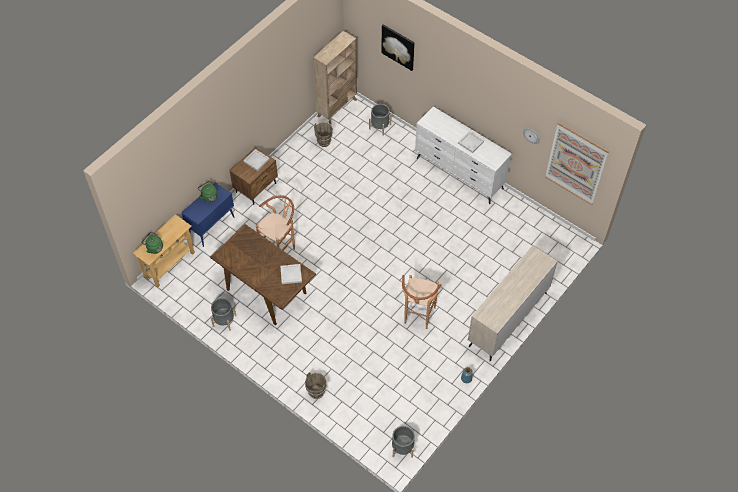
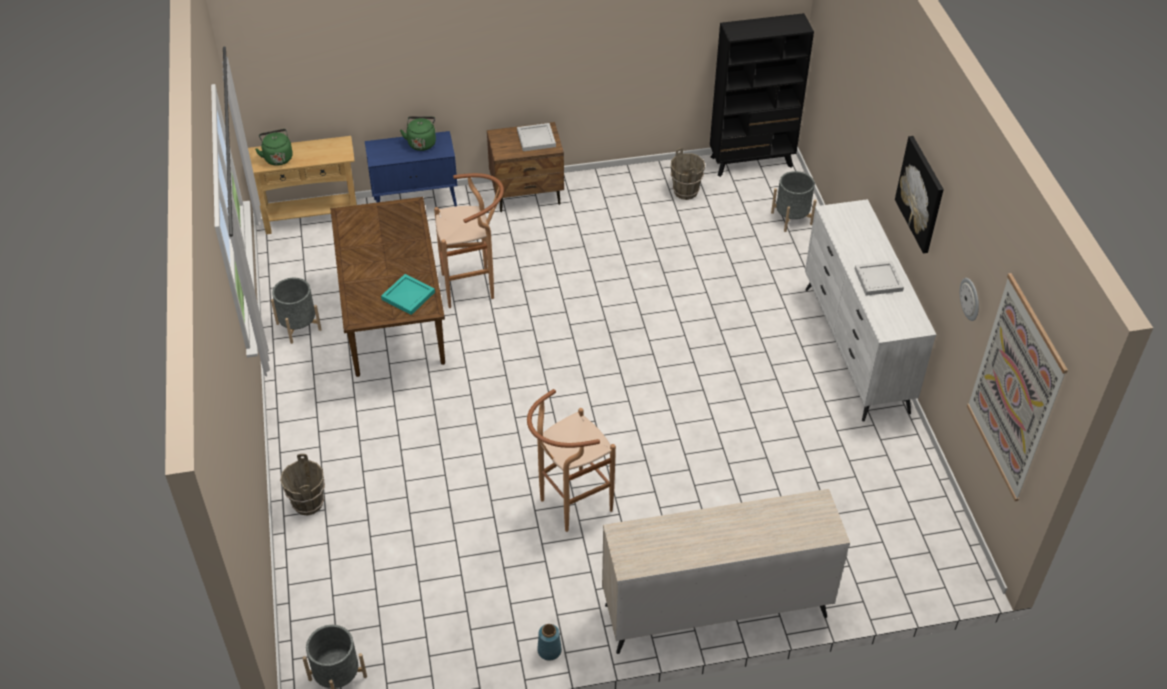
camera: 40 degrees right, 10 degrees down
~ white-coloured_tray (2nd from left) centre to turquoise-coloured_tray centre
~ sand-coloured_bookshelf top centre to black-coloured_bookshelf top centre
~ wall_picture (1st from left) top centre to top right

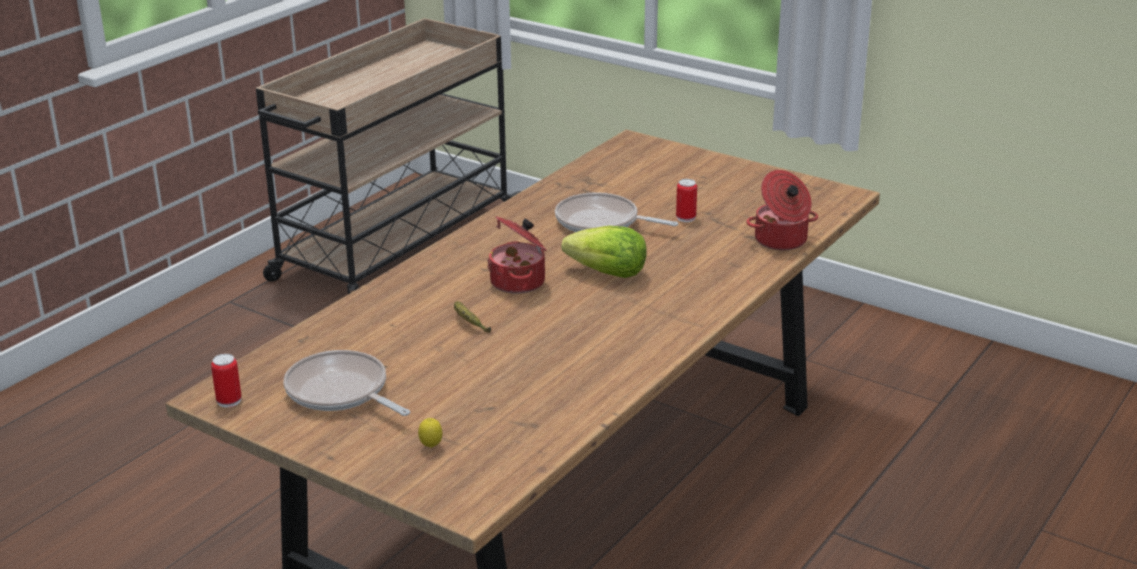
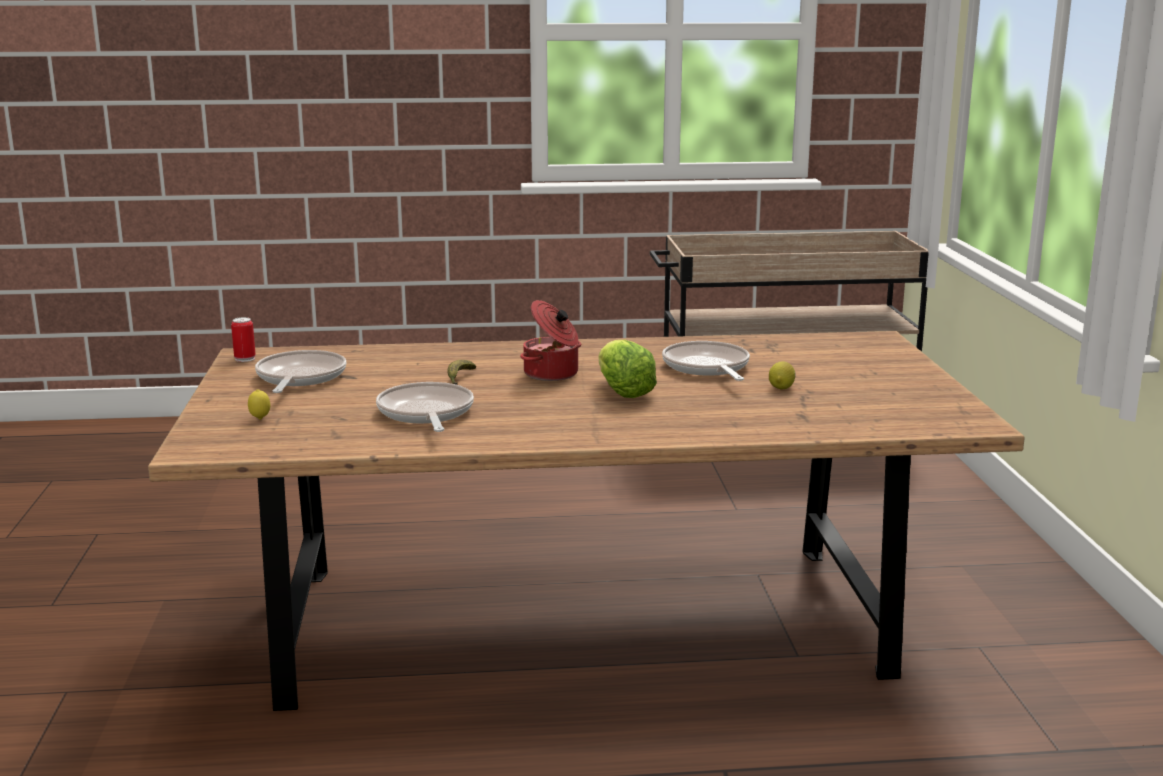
camera: 50 degrees right, 10 degrees down
~ can (2nd from left) centre to lemon (2nd from left) middle right
- cooking_pot (2nd from left) middle right
+ pan (2nd from left) centre

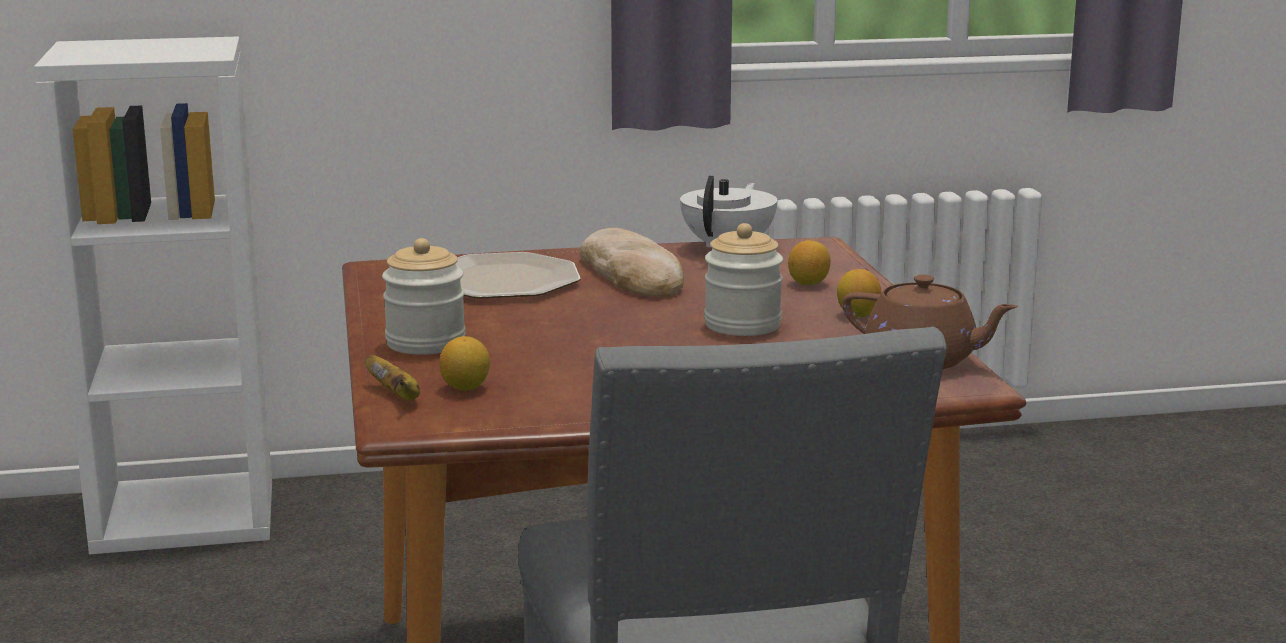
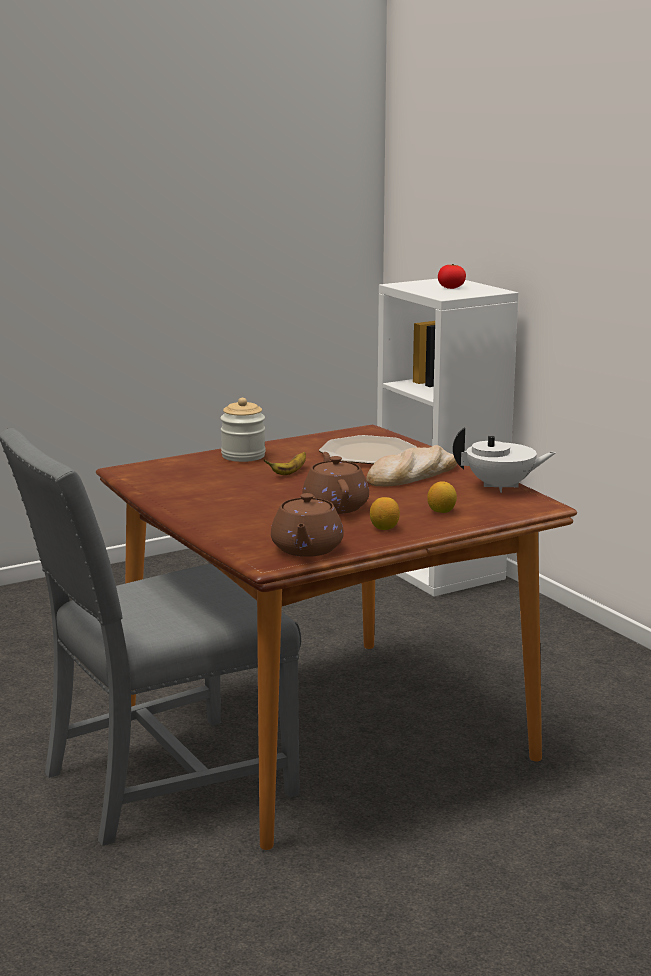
camera: 70 degrees right, 0 degrees up
~ whole_banana middle left to centre
- lemon (1st from left) centre
~ storage_jar (2nd from left) centre to brown-coloured_pot_for_tea (2nd from left) centre
+ tomato top right

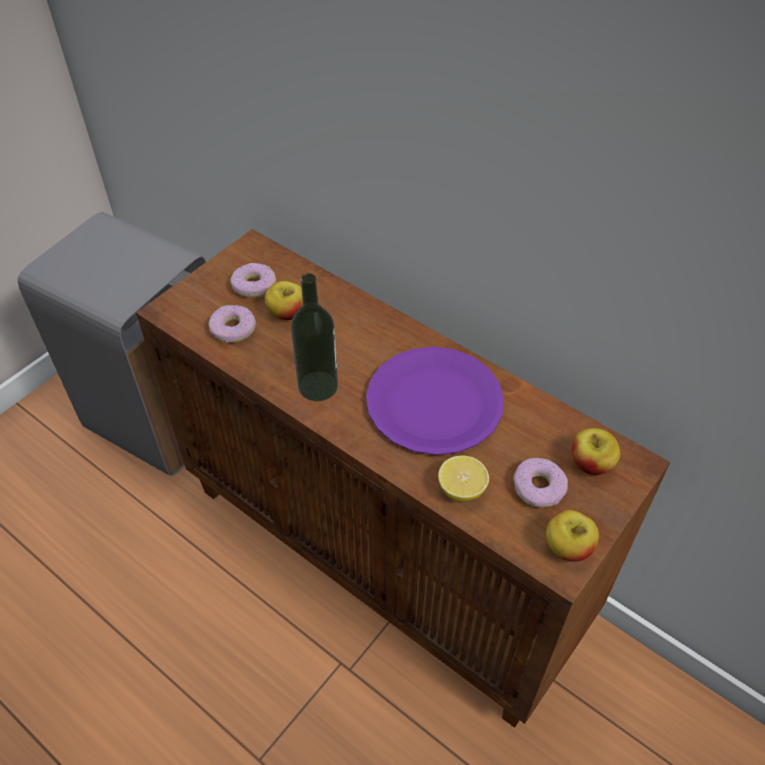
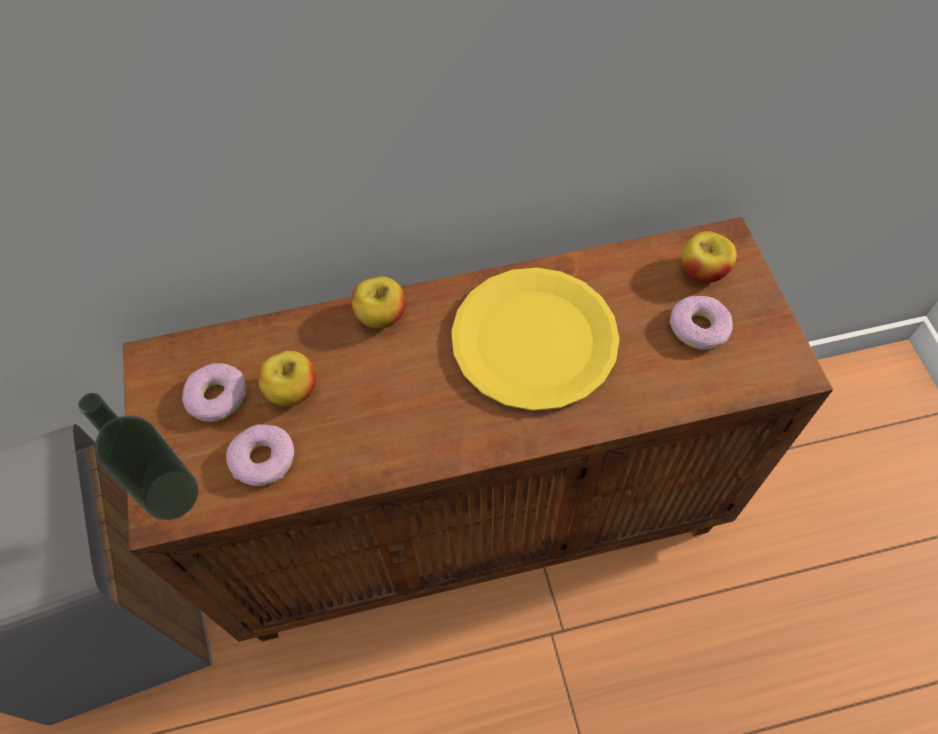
camera: 50 degrees left, 10 degrees up
~ beverage_bottle centre to middle left
~ purple_plate centre to yellow-coloured_plate centre
- lemon centre
~ whole_apple (2nd from left) bottom right to centre

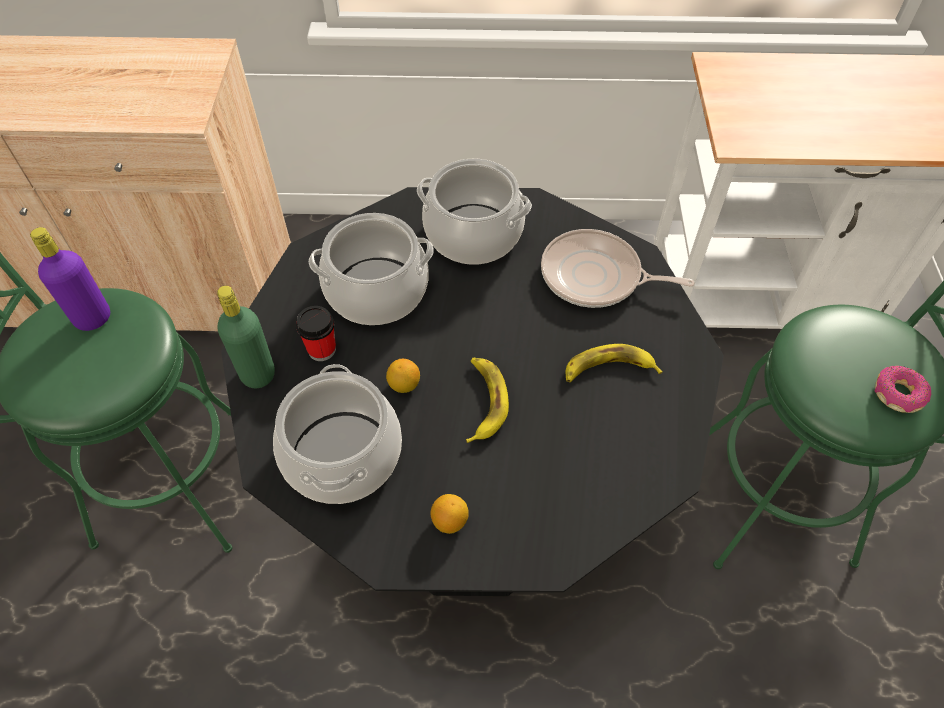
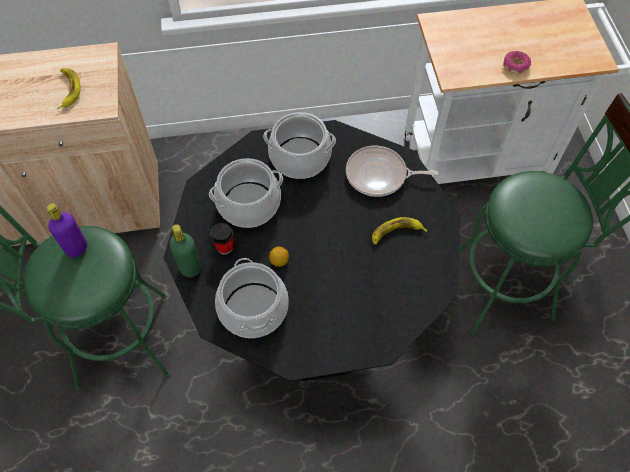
camera: 10 degrees left, 5 degrees up
- lemon (2nd from left) bottom centre
~ whole_banana (1st from left) centre to top left
~ donut middle right to top right

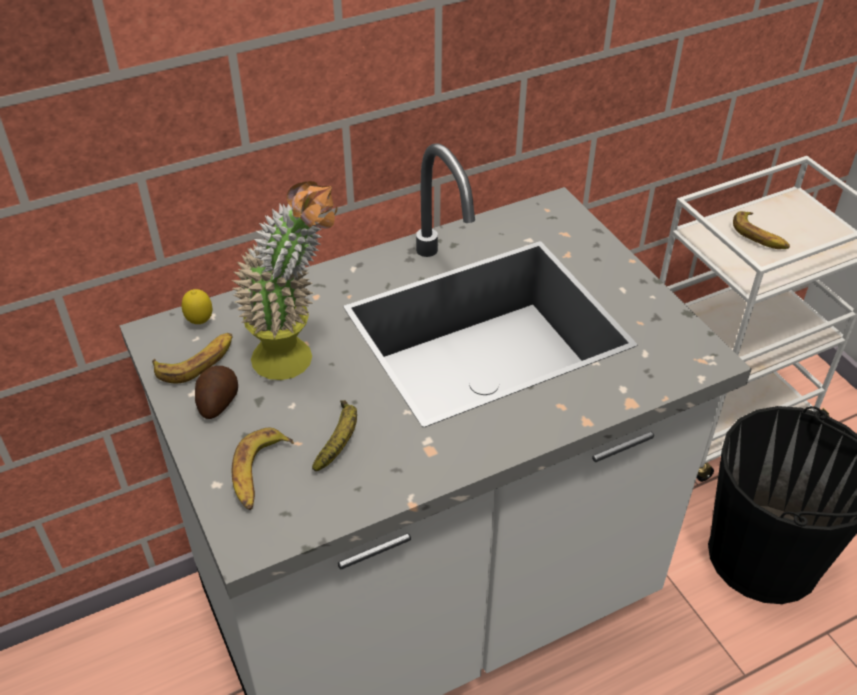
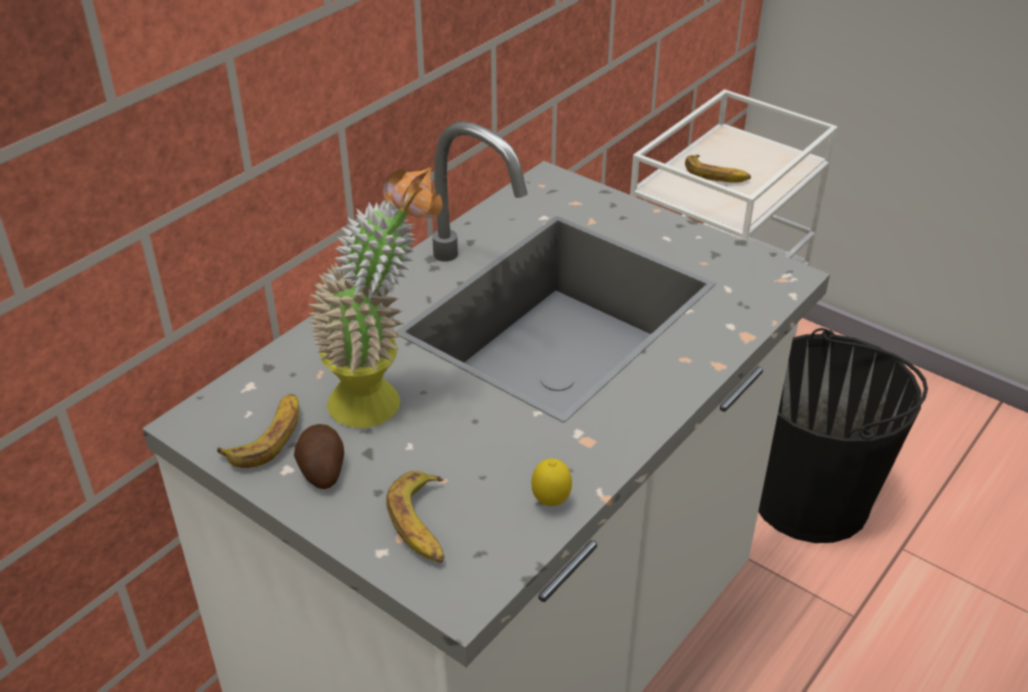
camera: 25 degrees left, 5 degrees down
~ lemon middle left to bottom centre
- whole_banana (3rd from left) centre

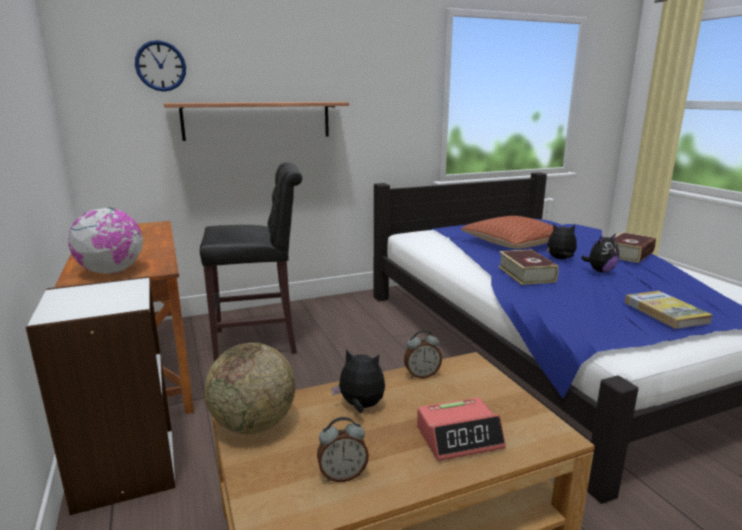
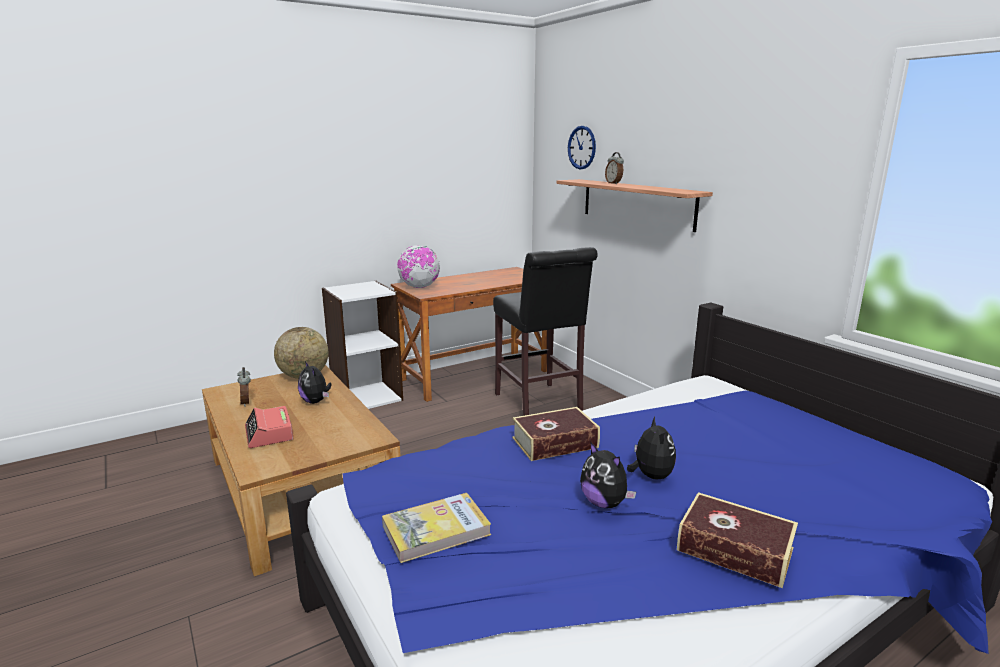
camera: 80 degrees right, 0 degrees up
~ soft_toy (1st from left) bottom centre = middle left 135 degrees clockwise
~ alarm_clock (2nd from left in the first image) bottom centre to alarm_clock (3rd from left) top centre
- cushion middle right

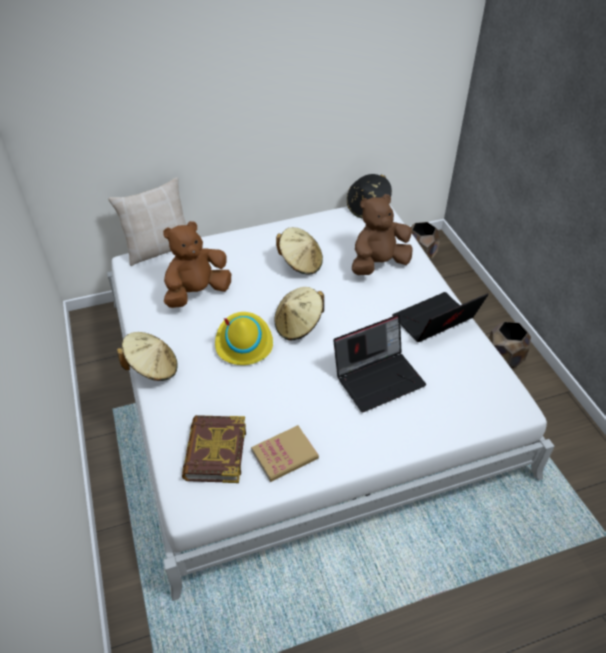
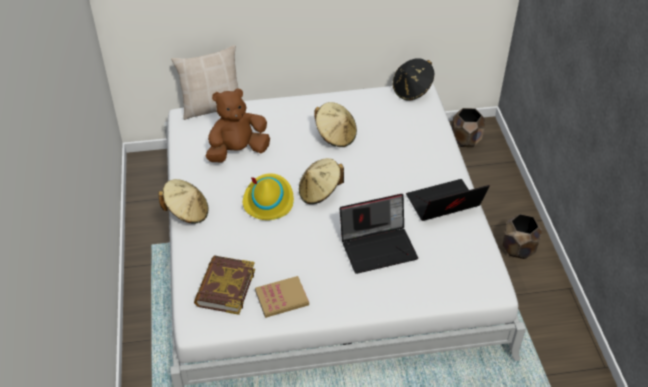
camera: 10 degrees right, 0 degrees up
- brown-coloured_soft_toy (2nd from left) centre

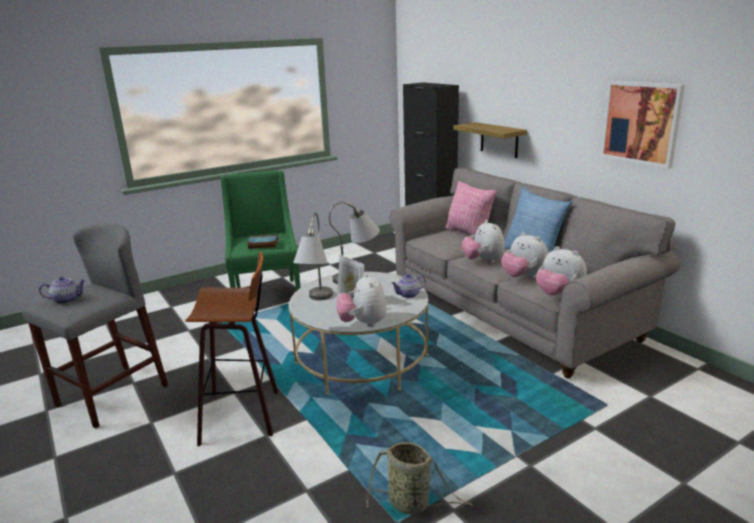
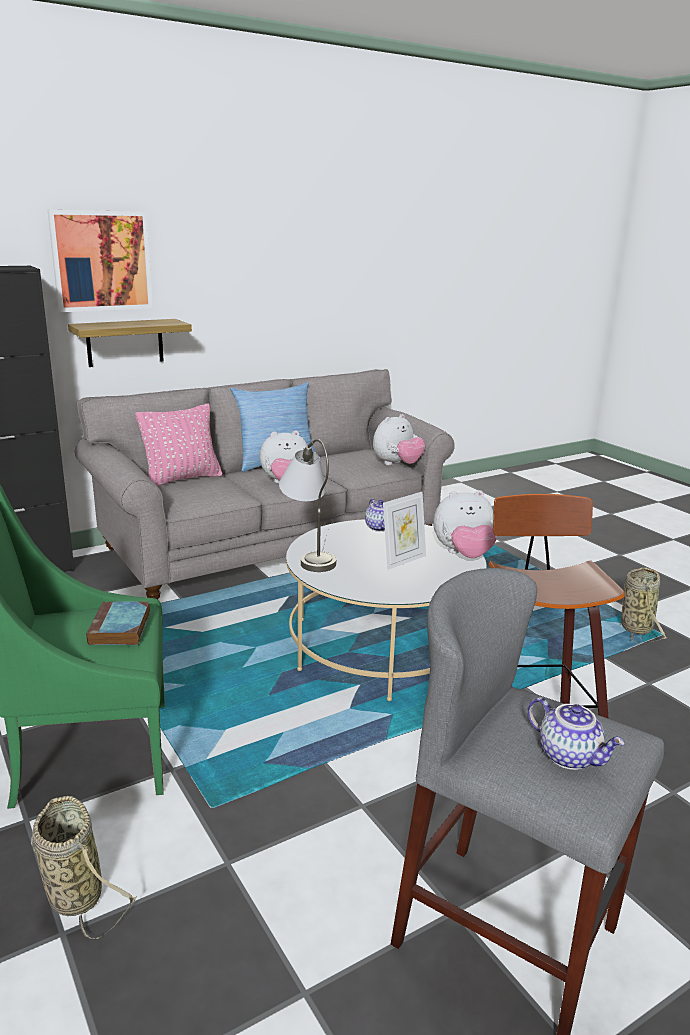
camera: 90 degrees left, 0 degrees up
~ pot_for_tea (1st from left in the first image) middle left = bottom right 150 degrees clockwise
- gray_tabletop_lamp (1st from left) centre
- soft_toy (3rd from left) middle right
~ wall_picture top right to top left
+ basket (1st from left) bottom left

